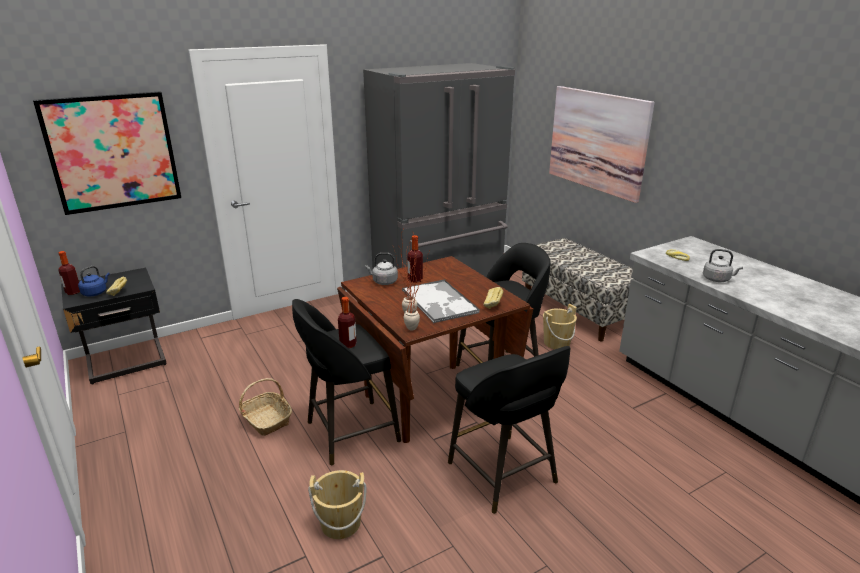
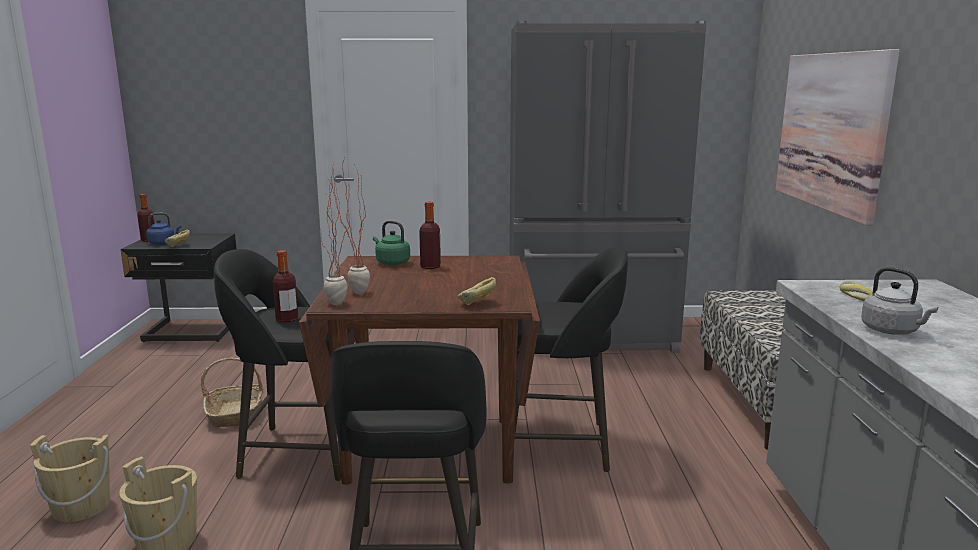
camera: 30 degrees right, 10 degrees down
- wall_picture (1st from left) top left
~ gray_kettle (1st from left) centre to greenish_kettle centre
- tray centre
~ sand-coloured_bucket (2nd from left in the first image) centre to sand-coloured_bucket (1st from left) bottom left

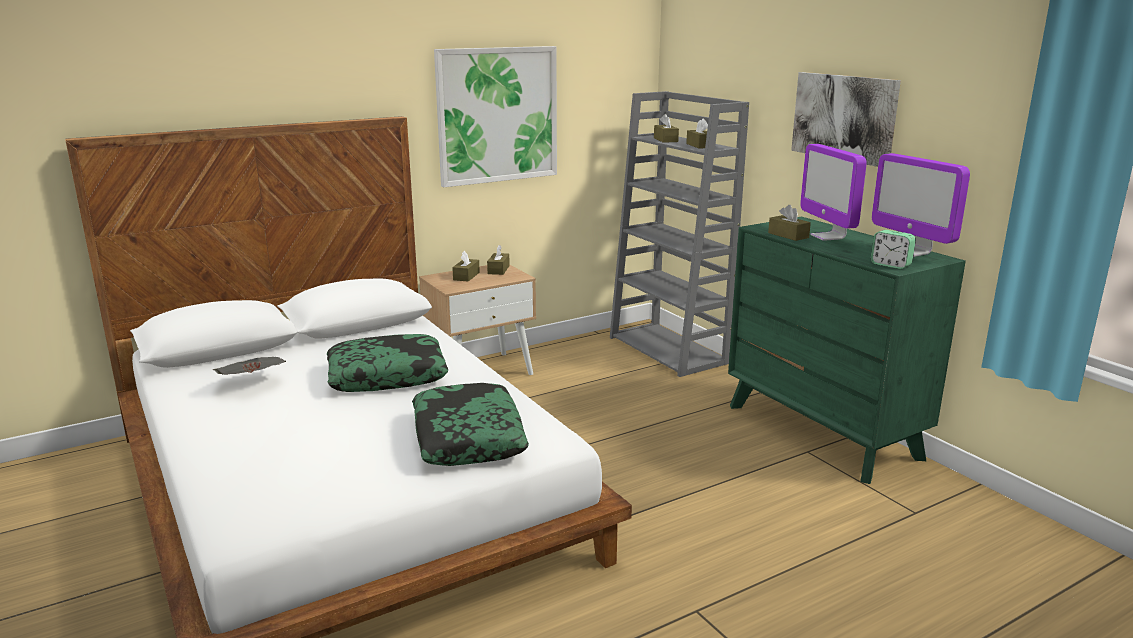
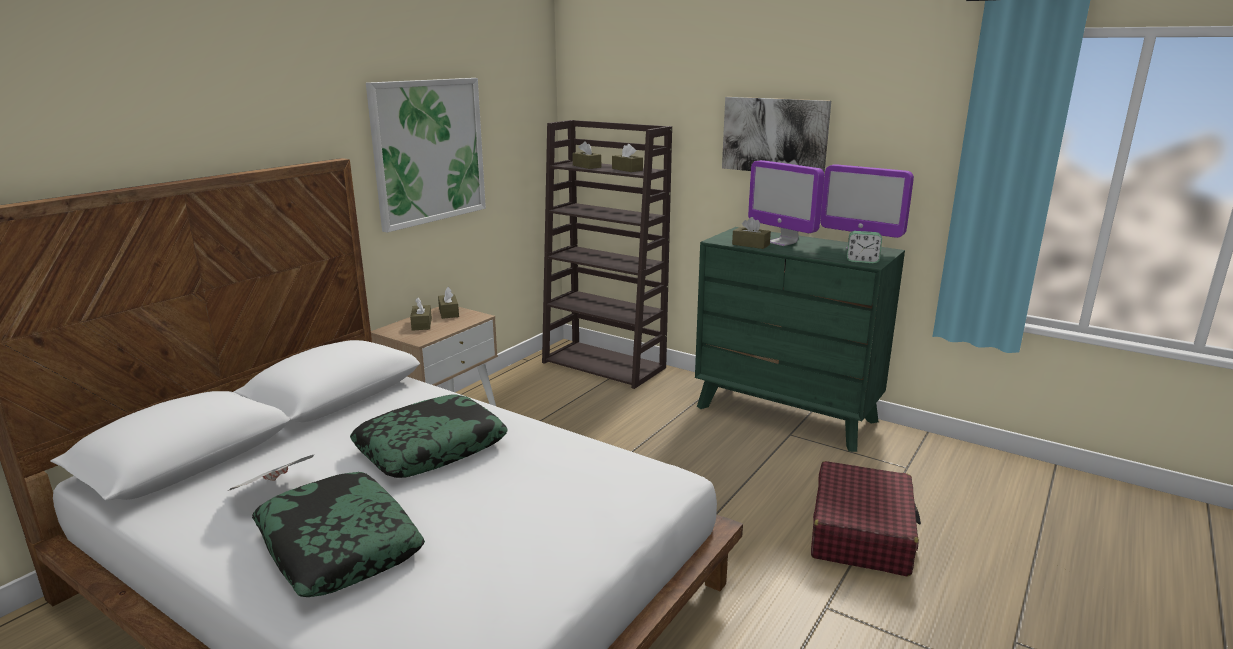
camera: 25 degrees left, 0 degrees up
~ cushion (2nd from left in the first image) centre to cushion (1st from left) bottom left
~ gray_bookshelf centre to brown-coloured_bookshelf centre
+ red-coloured_piece_of_luggage bottom right

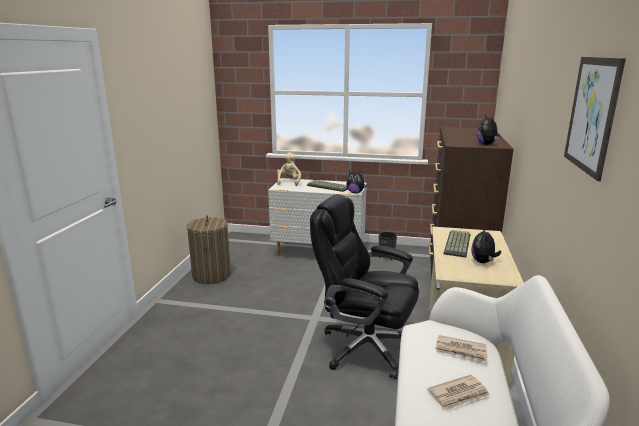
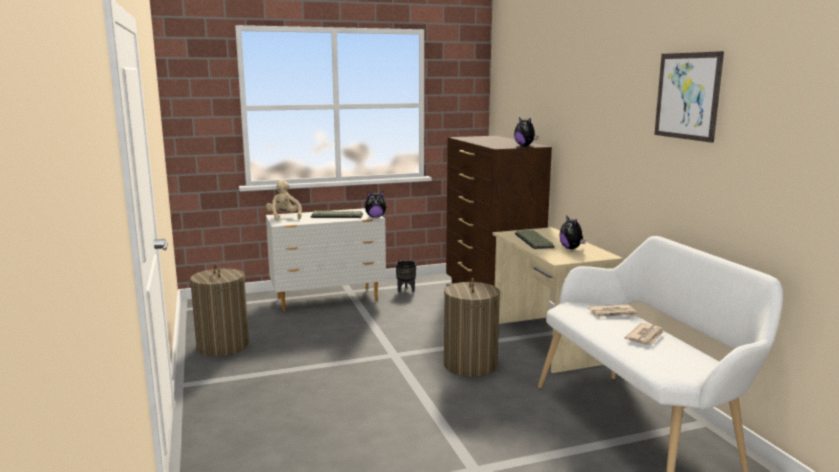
camera: 30 degrees left, 5 degrees down
~ black-coloured_office_chair bottom centre to washing_basket (2nd from left) bottom centre

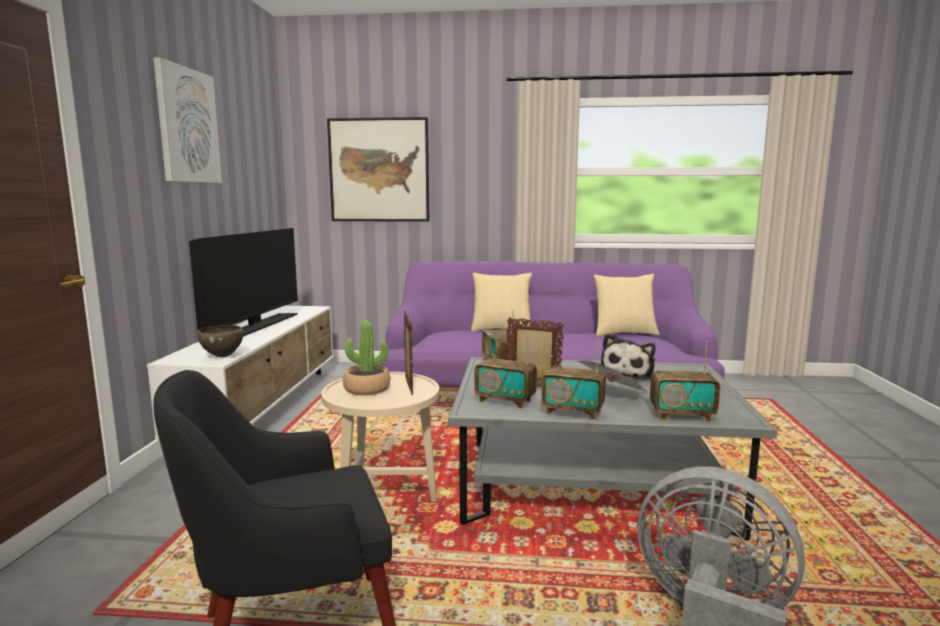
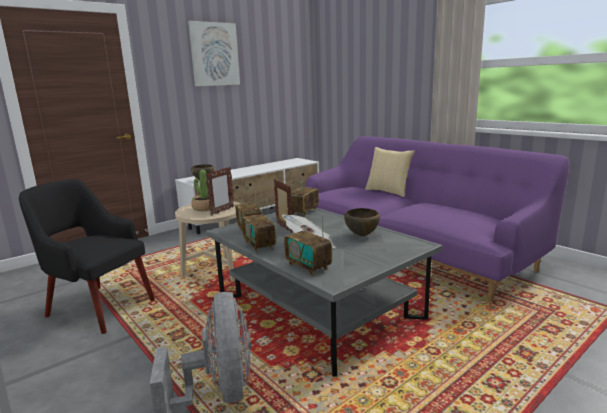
camera: 45 degrees right, 5 degrees up
- television middle left
- wall_picture (2nd from left) top centre
- cushion (2nd from left) centre
~ soft_toy middle right to brown-coloured_serving_bowl (2nd from left) centre

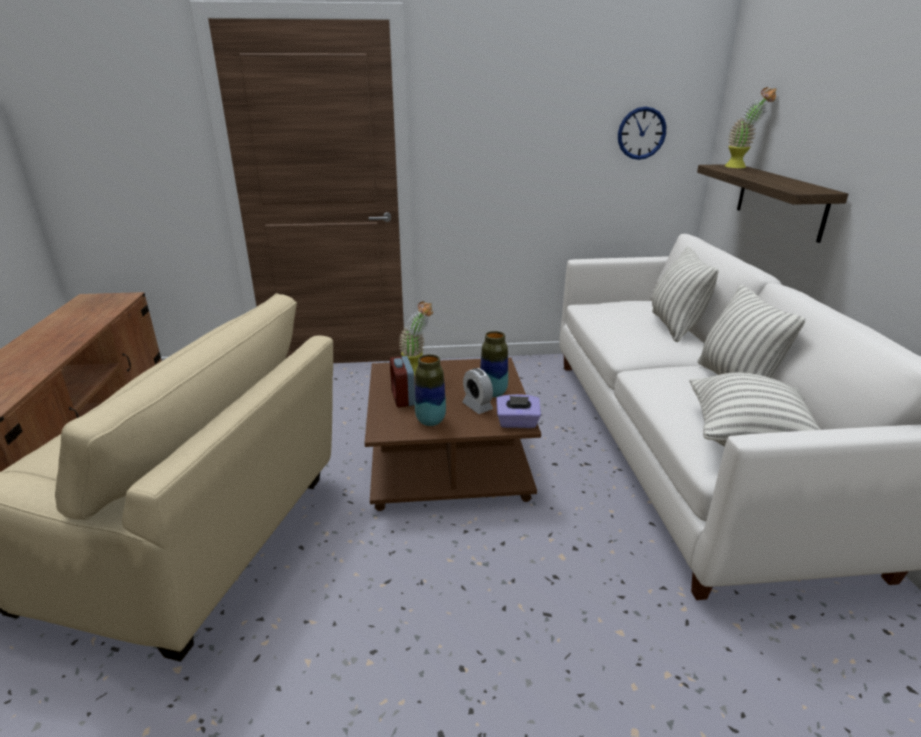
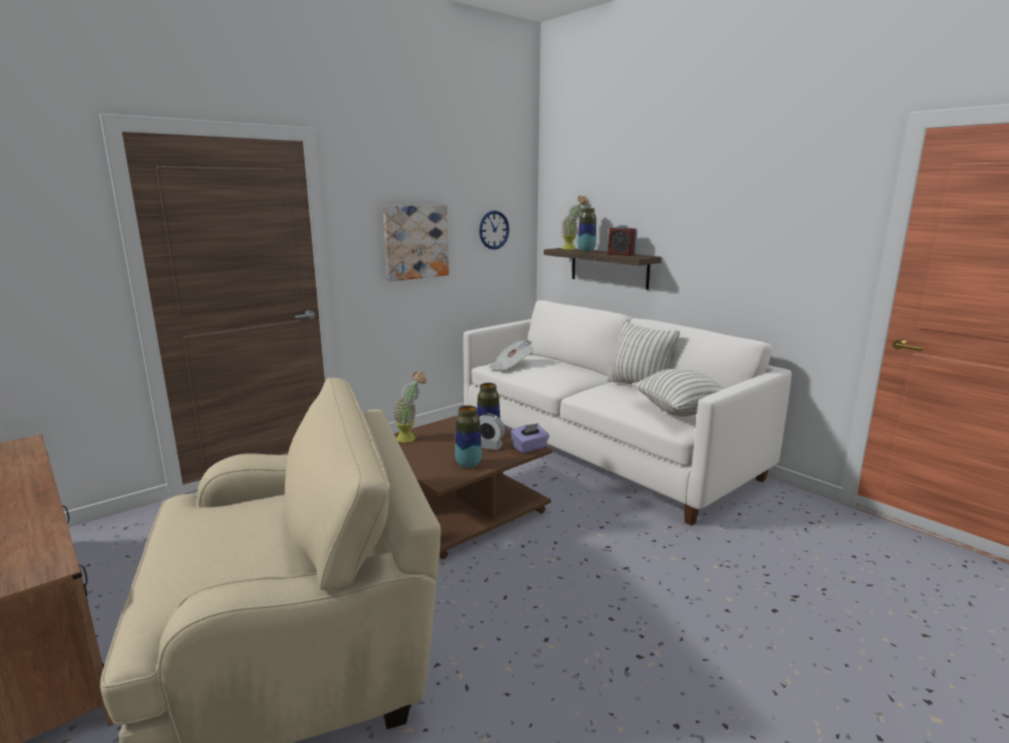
camera: 35 degrees left, 10 degrees down
~ alarm_clock (1st from left in the first image) centre to alarm_clock (2nd from left) top centre
- cushion (1st from left) middle right
+ wall_picture top centre
+ newspaper centre
+ flower_vase (3rd from left) top centre

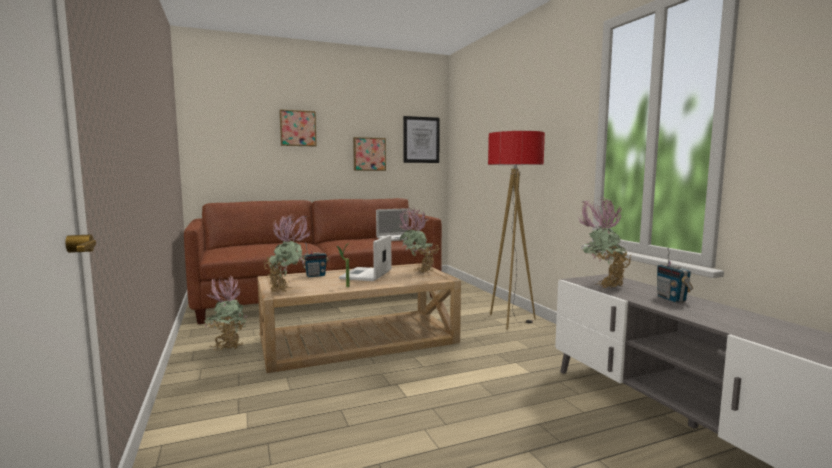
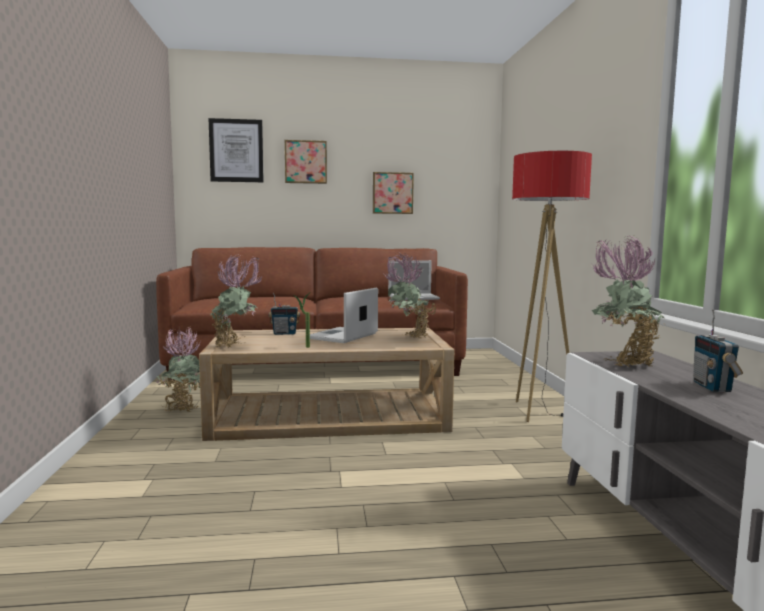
camera: 15 degrees right, 0 degrees up
~ wall_picture (3rd from left in the first image) top centre to wall_picture (1st from left) top left

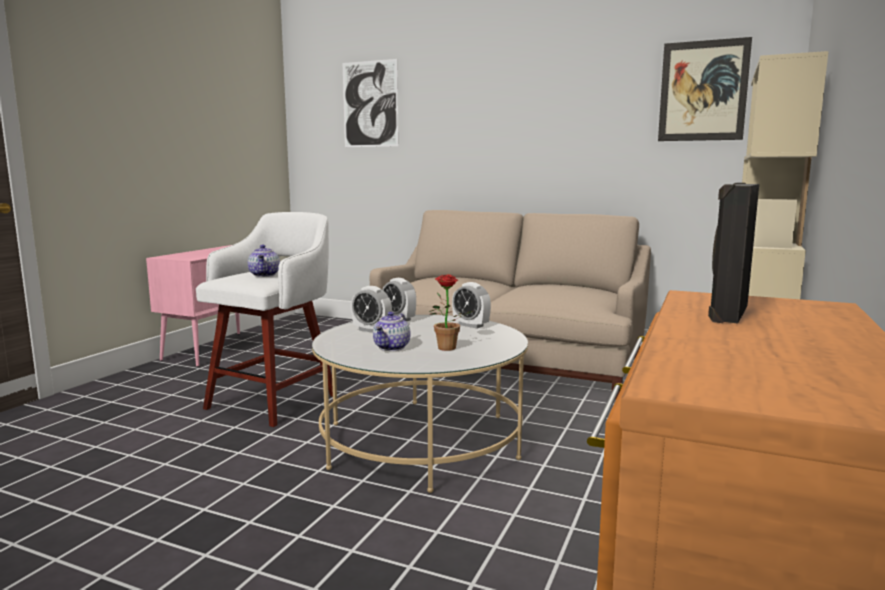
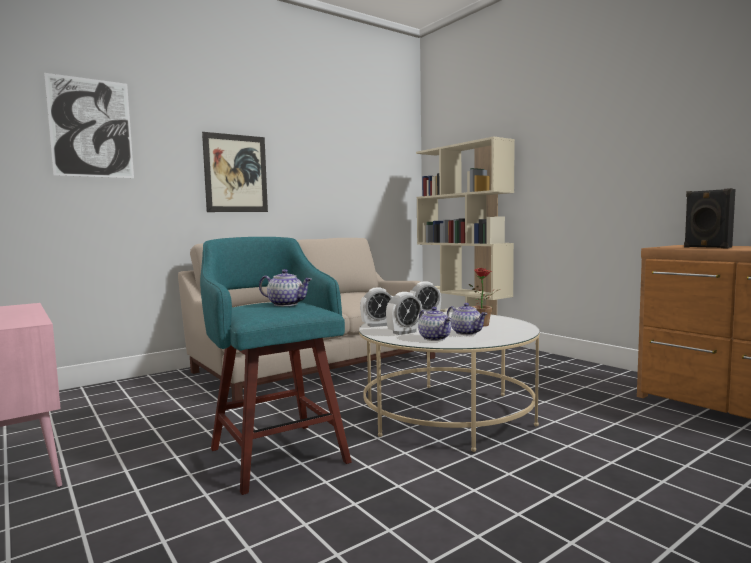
camera: 60 degrees left, 5 degrees down
~ white-coloured_sitting_stool middle left to turquoise-coloured_sitting_stool centre
~ wall_picture (2nd from left) top right to top left
+ pot_for_tea (2nd from left) centre

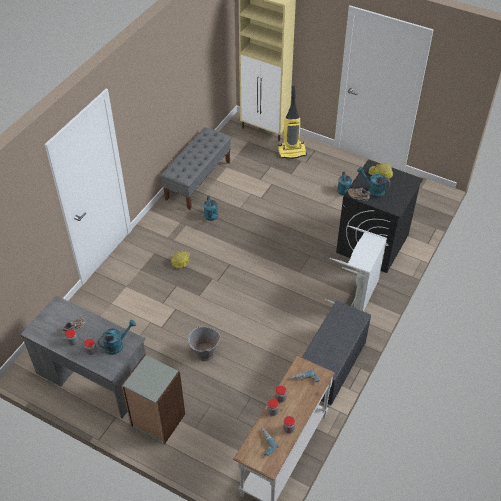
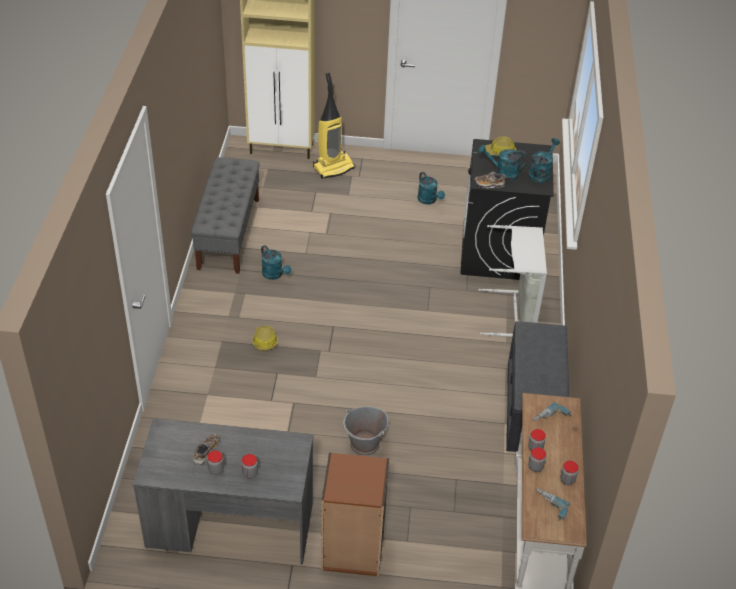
camera: 25 degrees left, 5 degrees down
~ turquoise-coloured_watering_can (1st from left in the first image) bottom left to turquoise-coloured_watering_can (4th from left) top right
~ gray_bookshelf bottom left to brown-coloured_bookshelf bottom centre

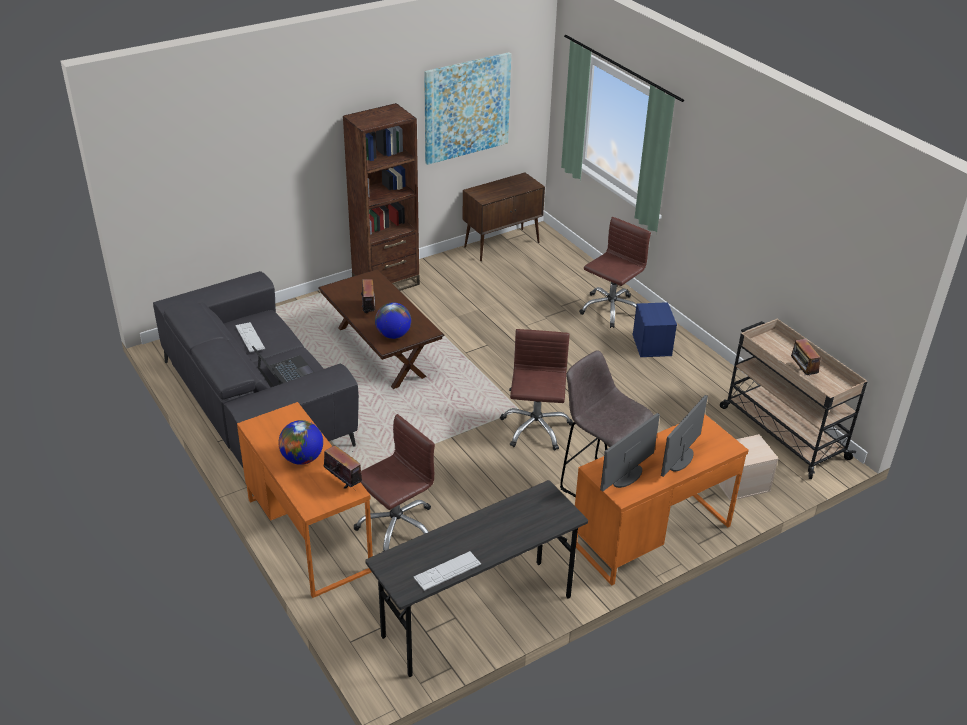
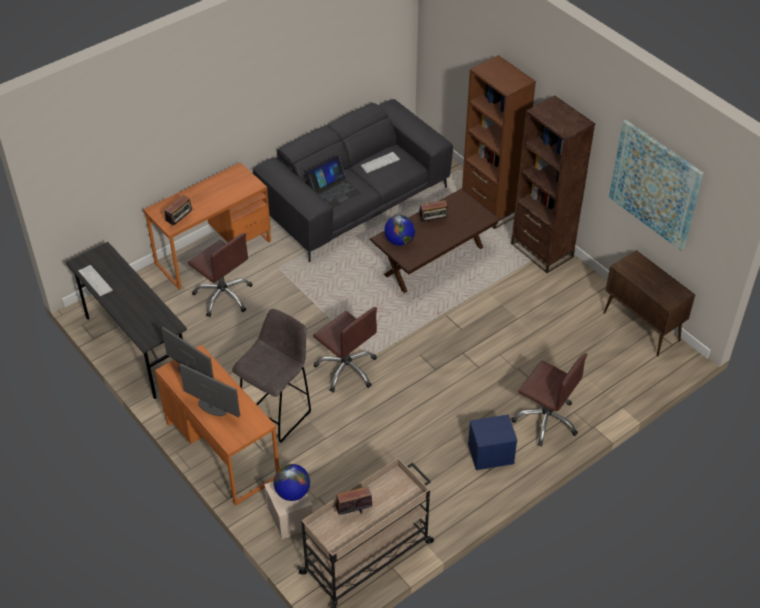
camera: 85 degrees right, 10 degrees up
~ desk_globe (1st from left) middle left to bottom centre
~ brown-coloured_office_chair (2nd from left) centre = centre 45 degrees clockwise
+ brown-coloured_bookshelf (1st from left) top centre

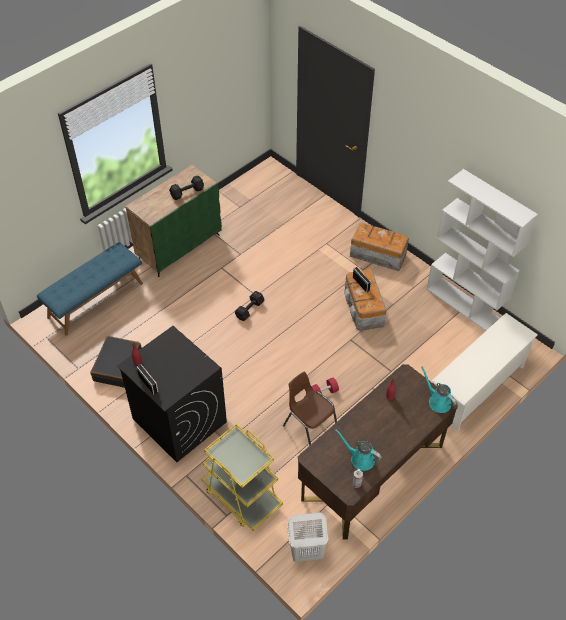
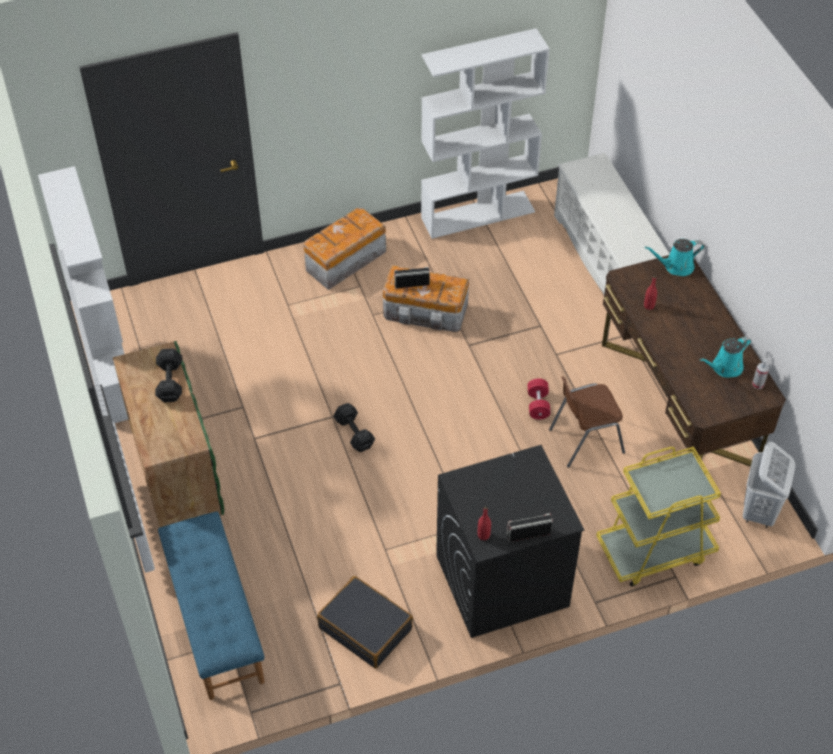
camera: 65 degrees left, 0 degrees up
+ white-coloured_bookshelf (1st from left) middle left

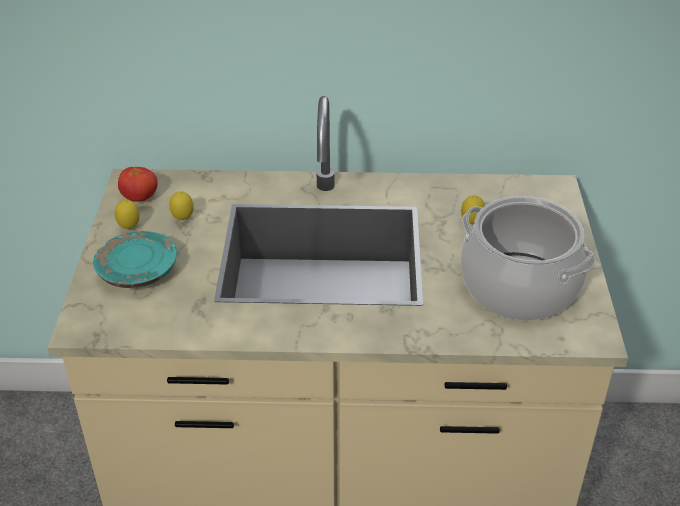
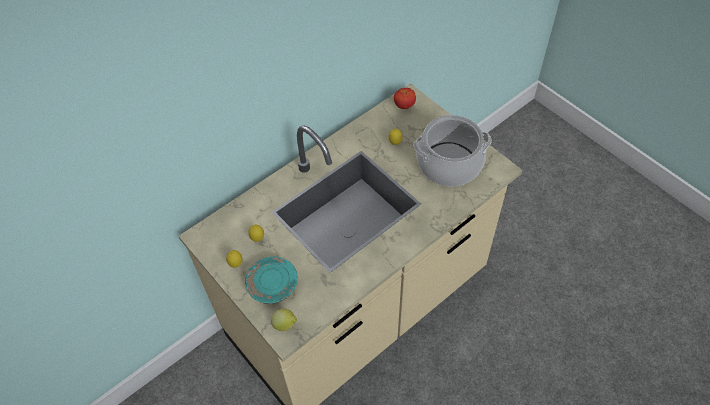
camera: 40 degrees left, 15 degrees up
~ tomato middle left to top centre
+ lemon (3rd from left) bottom centre

